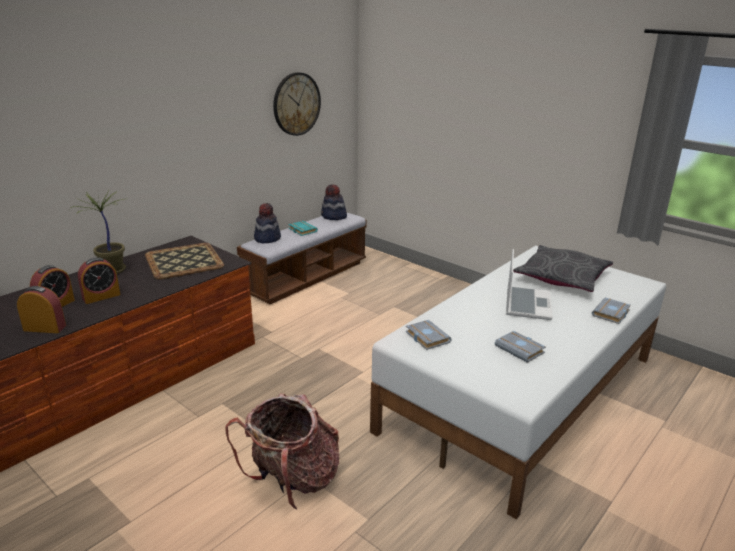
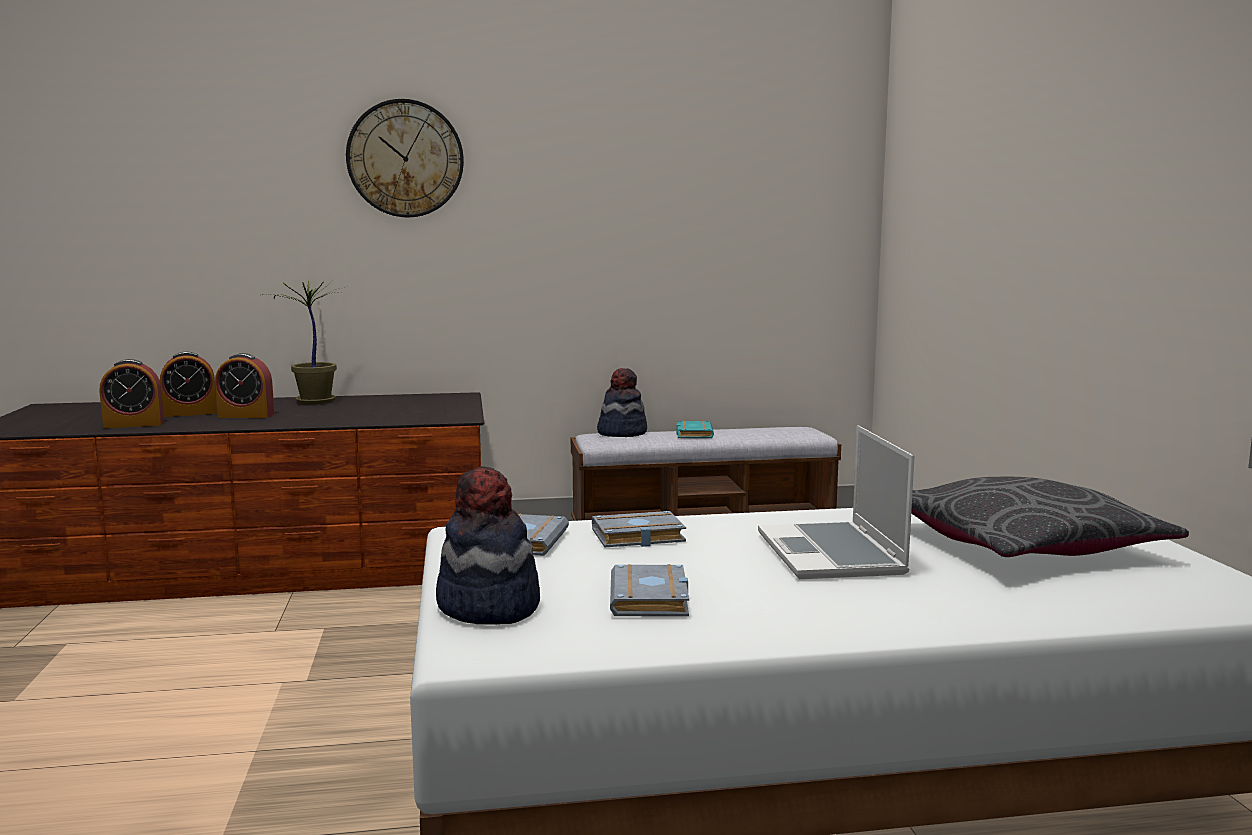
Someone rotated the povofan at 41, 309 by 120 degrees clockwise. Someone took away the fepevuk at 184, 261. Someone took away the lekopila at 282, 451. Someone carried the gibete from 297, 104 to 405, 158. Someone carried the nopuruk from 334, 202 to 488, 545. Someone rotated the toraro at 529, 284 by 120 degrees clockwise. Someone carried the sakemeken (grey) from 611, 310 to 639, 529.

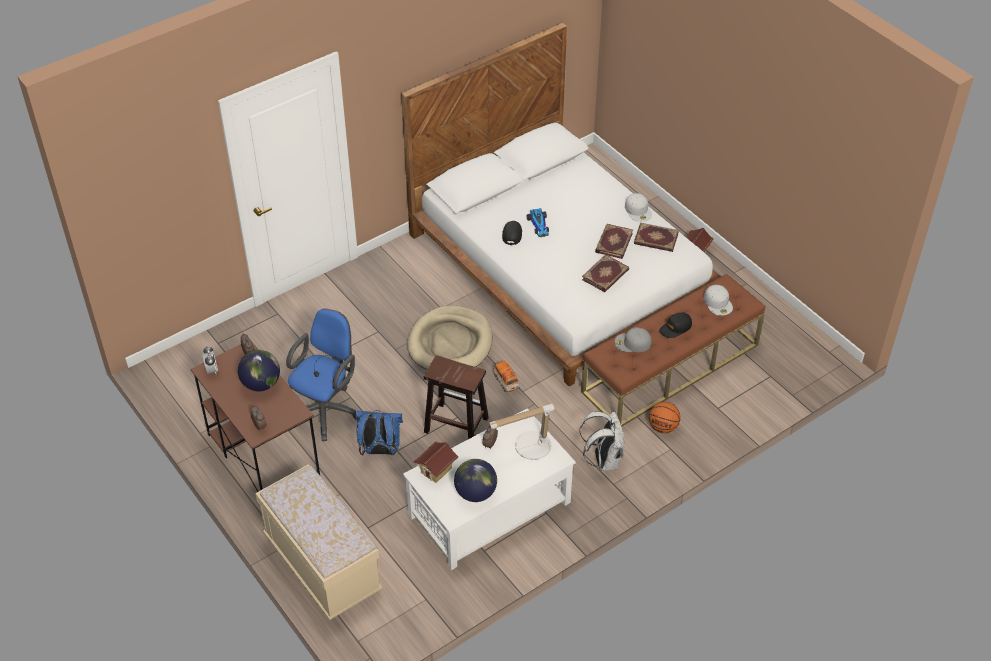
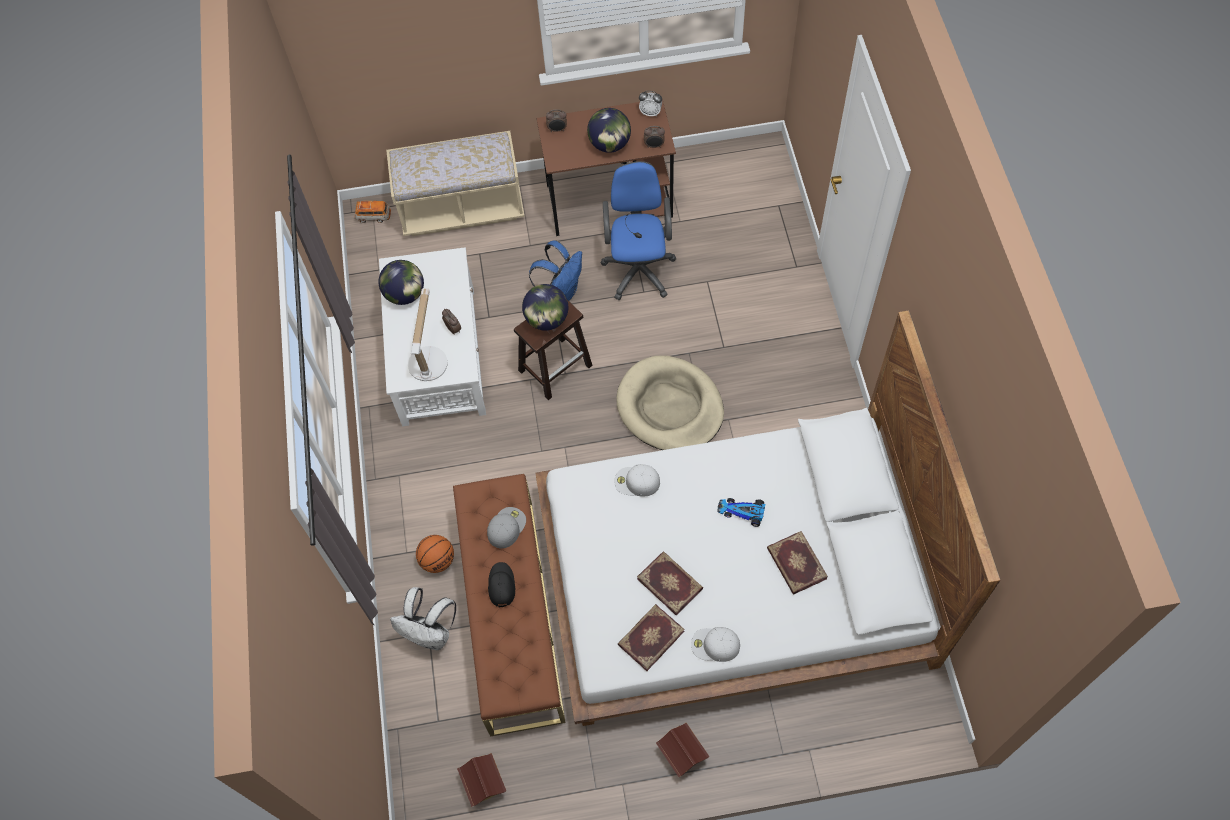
Someone rotated the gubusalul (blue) at 321, 375 by 150 degrees counterclockwise. Someone carried the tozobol from 436, 462 to 481, 780. Someone carried the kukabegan from 506, 376 to 373, 212. Someone took away the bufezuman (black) at 512, 233. Someone carried the lekopila (white) from 602, 441 to 423, 618. Someone carried the sakemeken from 605, 273 to 797, 563. Someone carried the bufezuman (white) from 718, 300 to 637, 480. Someone put down the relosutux at 545, 307.

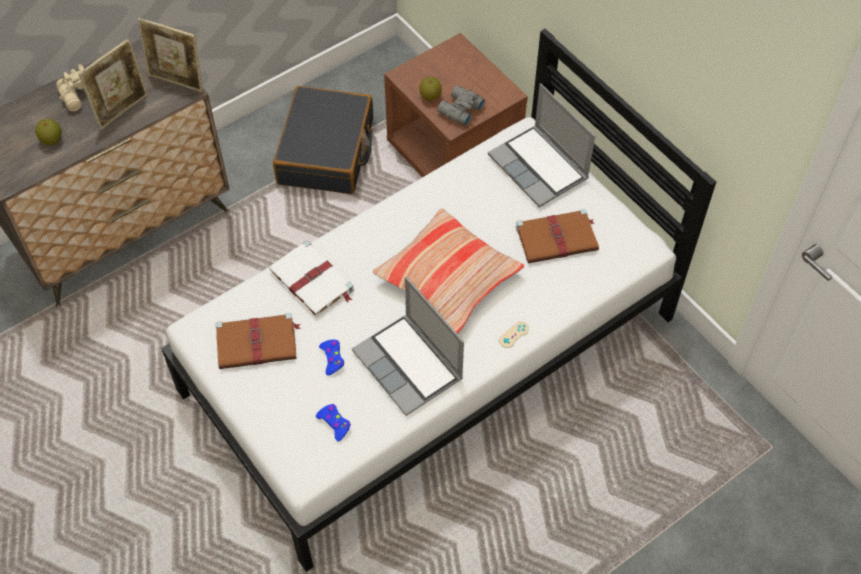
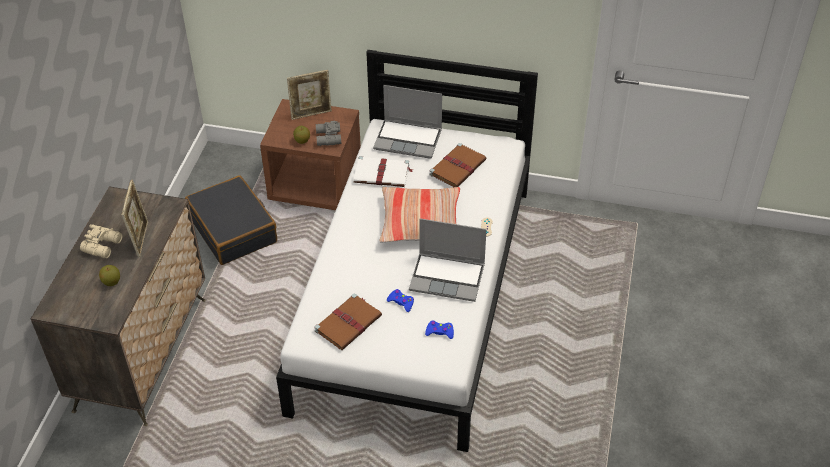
Someone carried the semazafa from 170, 55 to 309, 95. Someone carried the sakemeken (white) from 311, 278 to 383, 171.

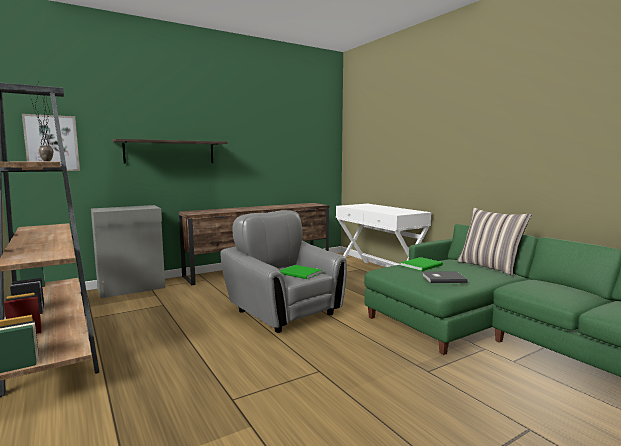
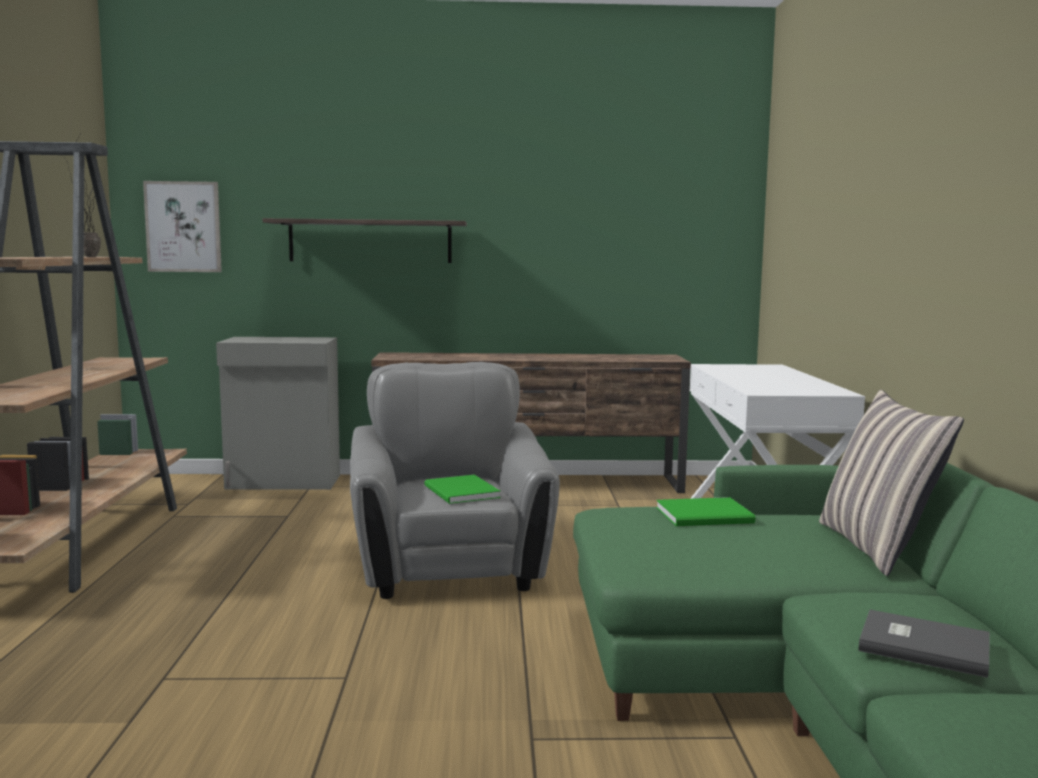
Someone carried the sakemeken (grey) from 445, 277 to 924, 644.

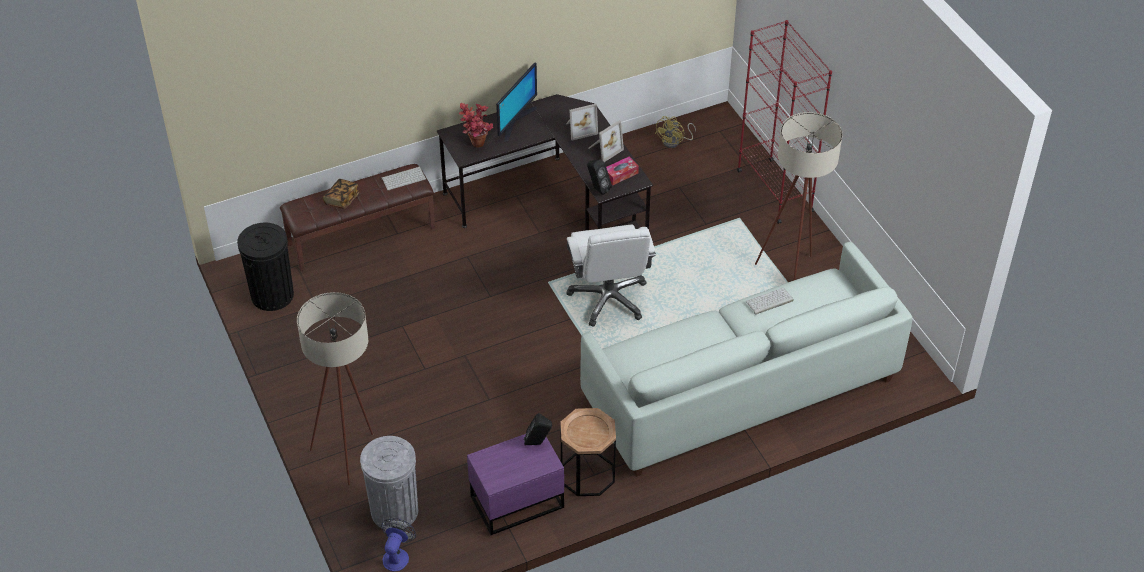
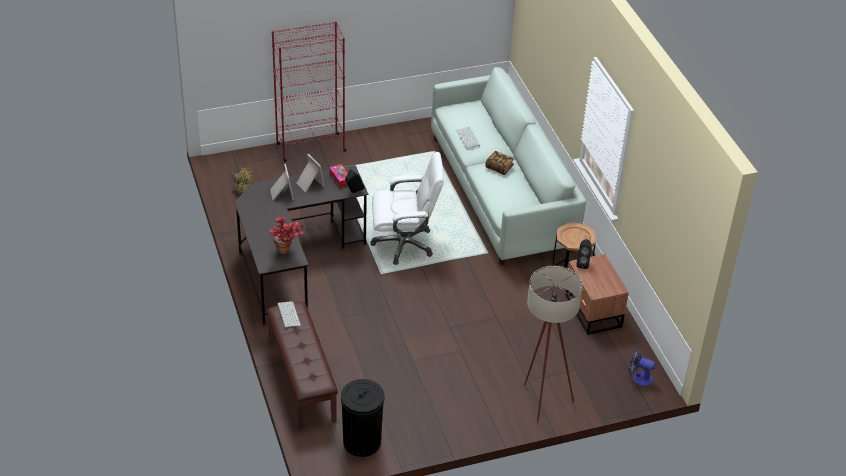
Someone carried the sakemeken from 341, 194 to 499, 163. Someone took away the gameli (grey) at 389, 482. Someone repainted the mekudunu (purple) at 515, 484, which became the mekudunu (brown) at 597, 294. Someone took away the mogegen at 516, 102. Someone took away the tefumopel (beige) at 799, 196.

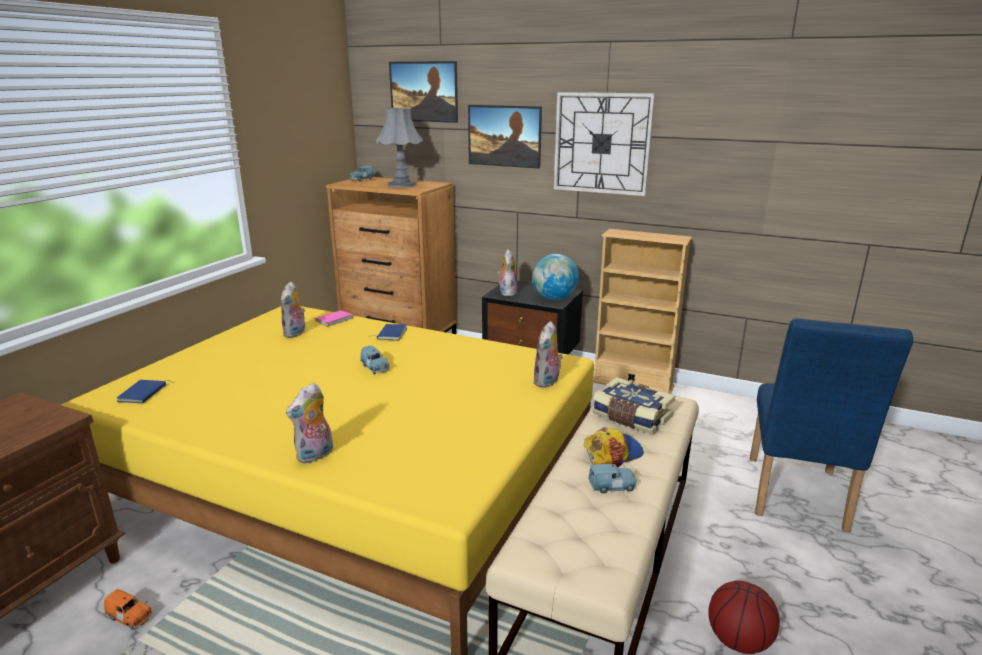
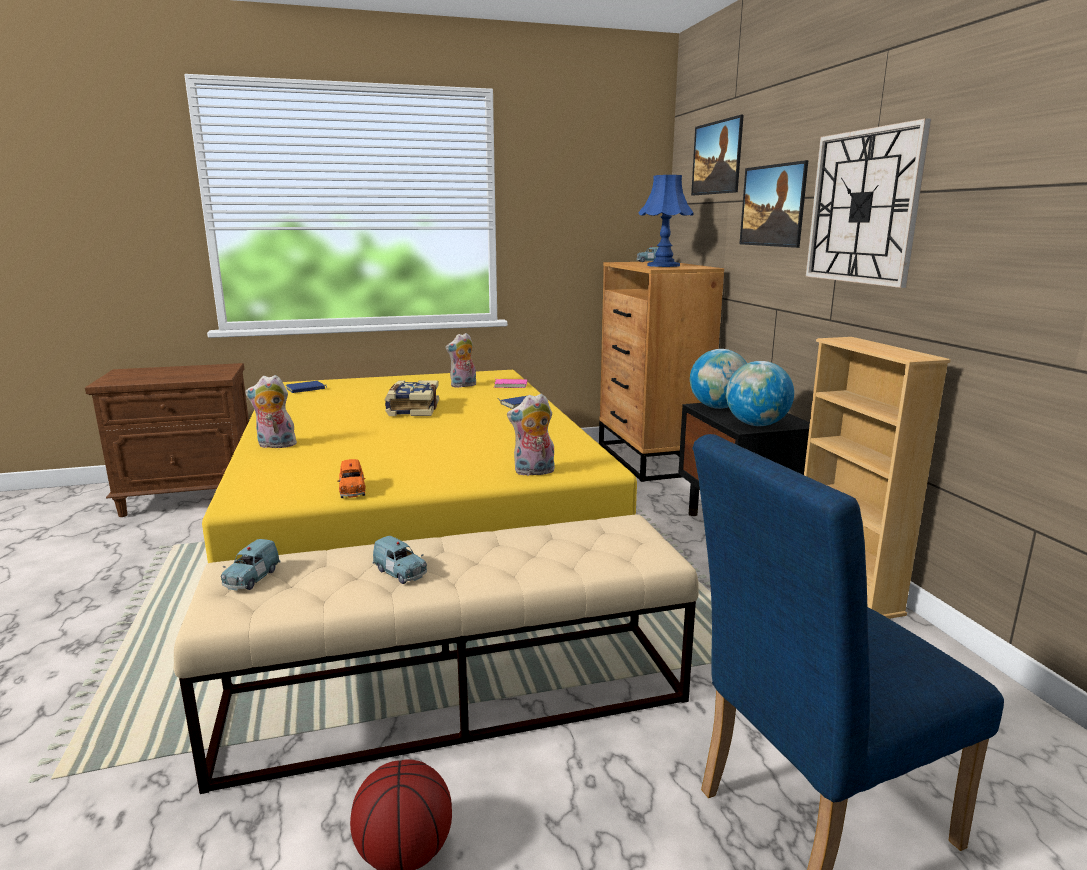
Someone carried the kukabegan (orange) from 128, 609 to 351, 478. Someone carried the kukabegan (blue) from 375, 359 to 250, 565. Someone repainted the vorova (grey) at 399, 148, which became the vorova (blue) at 665, 221. Someone swapped the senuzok at 507, 273 for the relosutux at 718, 379. Someone took away the bufezuman at 614, 447. Someone carried the sakemeken from 633, 405 to 412, 398.

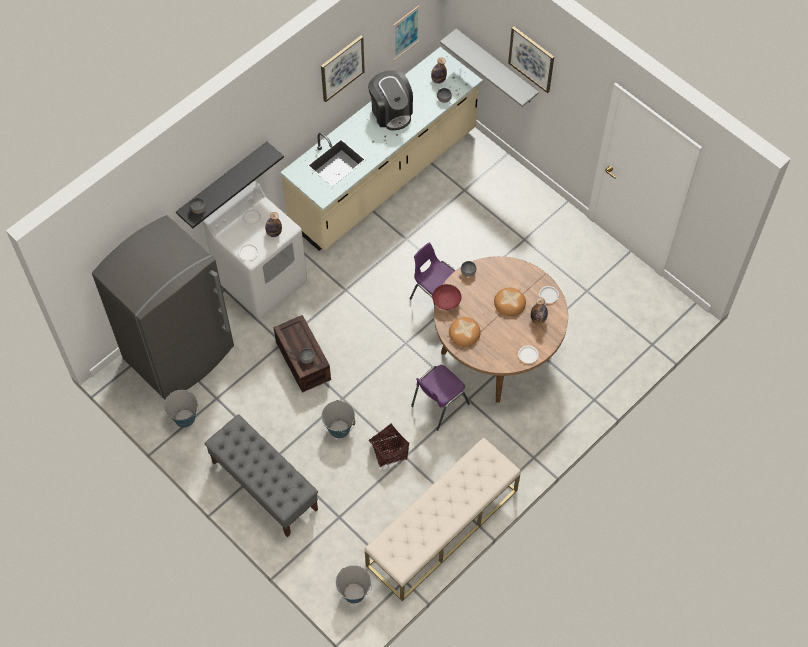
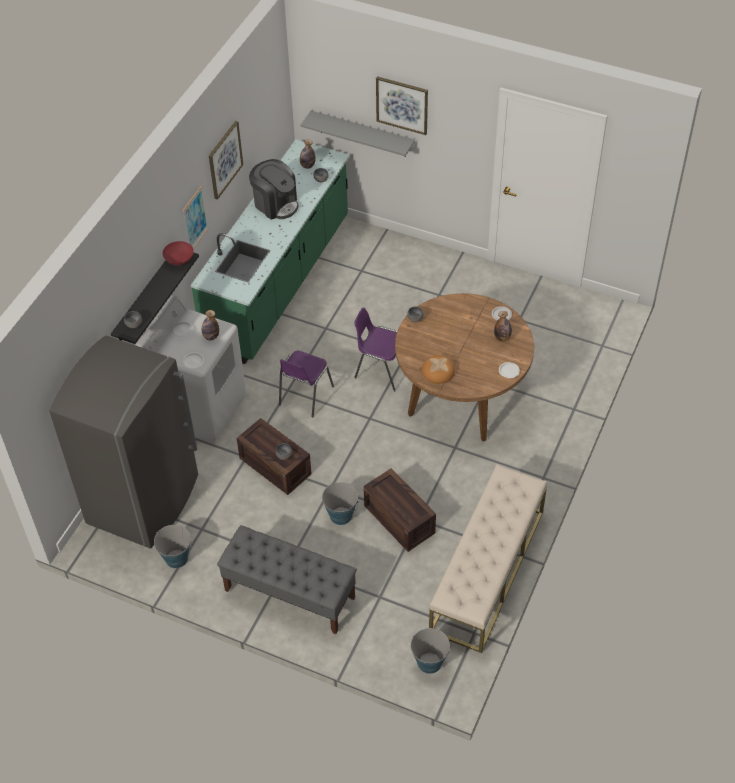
Someone repainted the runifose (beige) at 381, 149, which became the runifose (green) at 270, 251. Someone swapped the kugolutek at 389, 445 for the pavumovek at 400, 510. Someone carried the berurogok from 406, 33 to 195, 217. Someone carried the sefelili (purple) from 440, 398 to 306, 384. Someone carried the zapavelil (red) from 446, 297 to 178, 253. Someone took away the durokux at 510, 301.

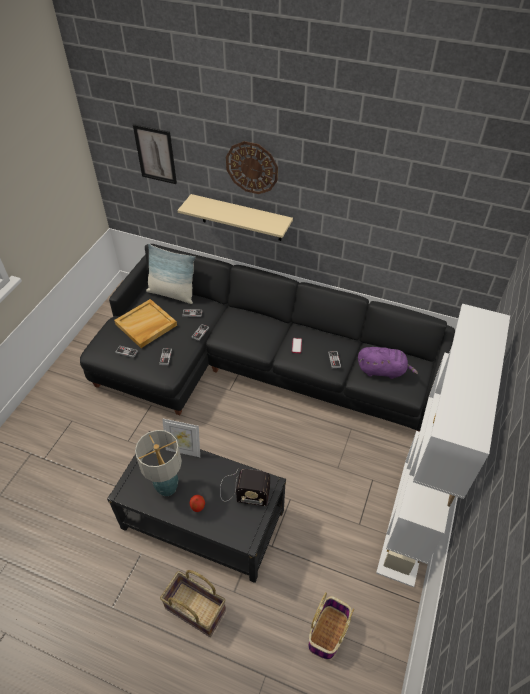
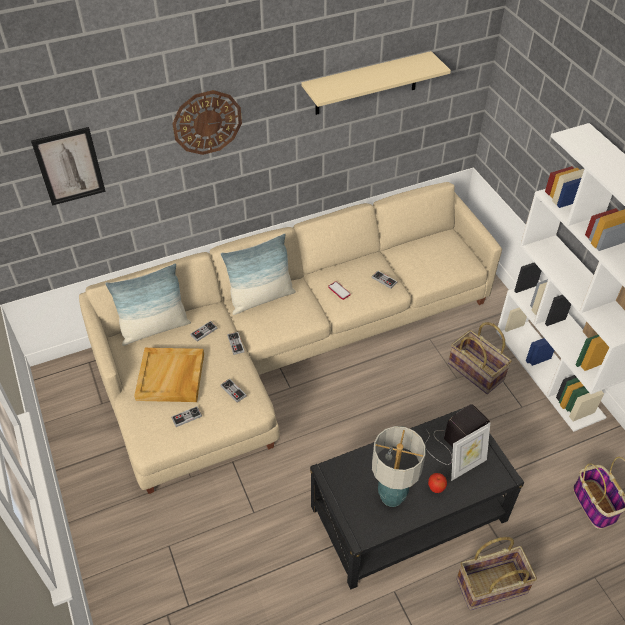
Someone repainted the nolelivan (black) at 267, 338, which became the nolelivan (beige) at 290, 338. Someone carried the semazafa from 181, 437 to 470, 452. Someone carried the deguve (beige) from 235, 217 to 376, 83. Someone took away the senuzok (purple) at 388, 363. Someone put down the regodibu at 258, 274. Someone put down the kugolutek at 480, 358.

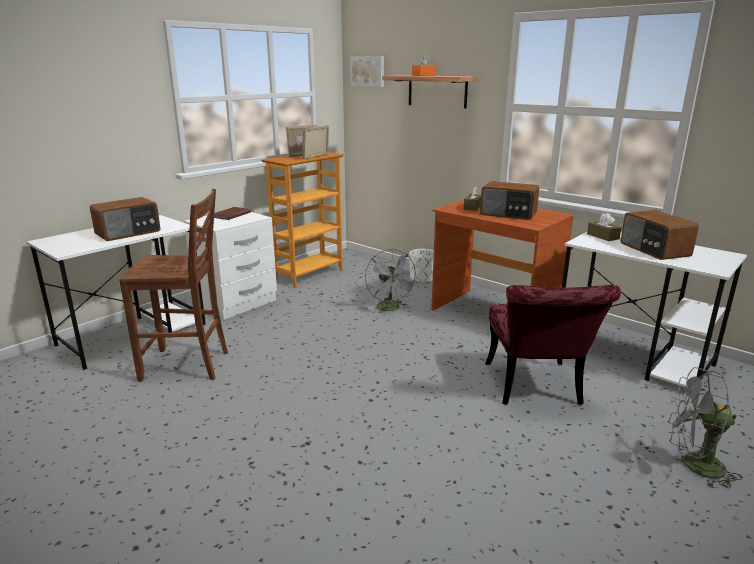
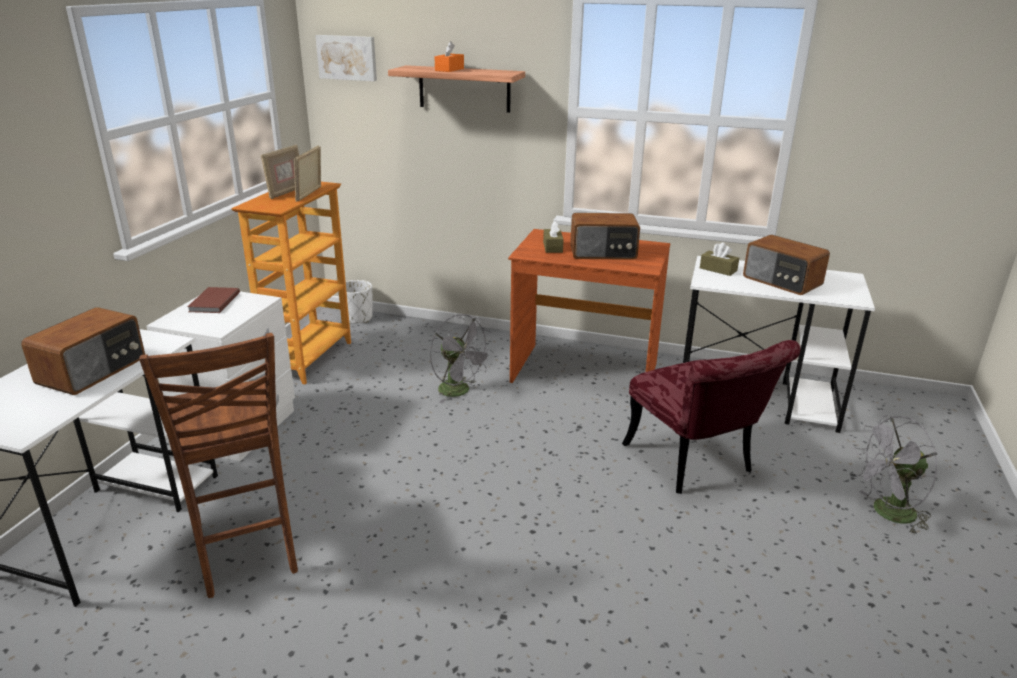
Someone rotated the sefelili (brown) at 173, 285 by 90 degrees clockwise. Someone carried the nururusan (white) from 421, 266 to 355, 302.

